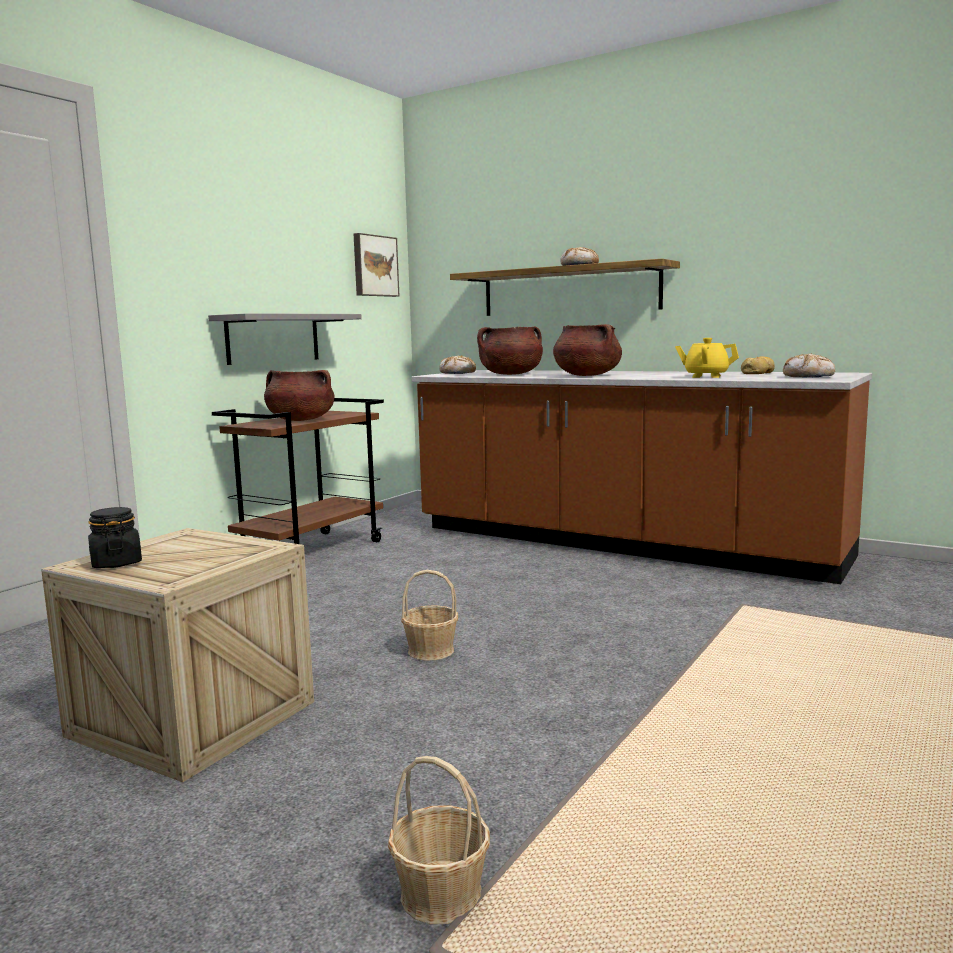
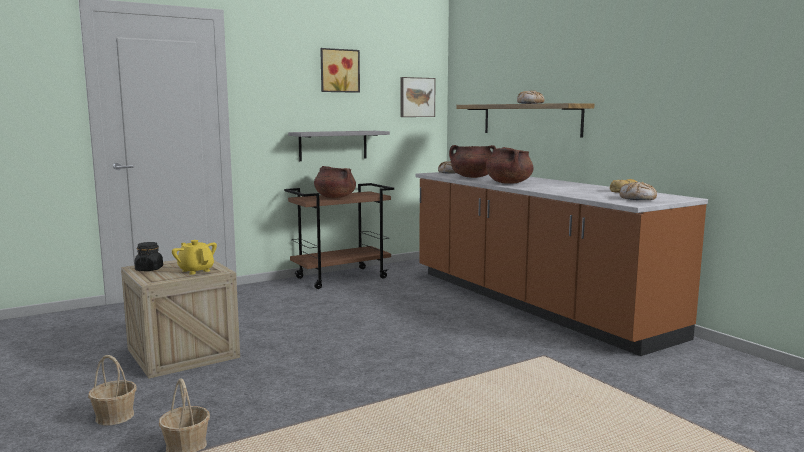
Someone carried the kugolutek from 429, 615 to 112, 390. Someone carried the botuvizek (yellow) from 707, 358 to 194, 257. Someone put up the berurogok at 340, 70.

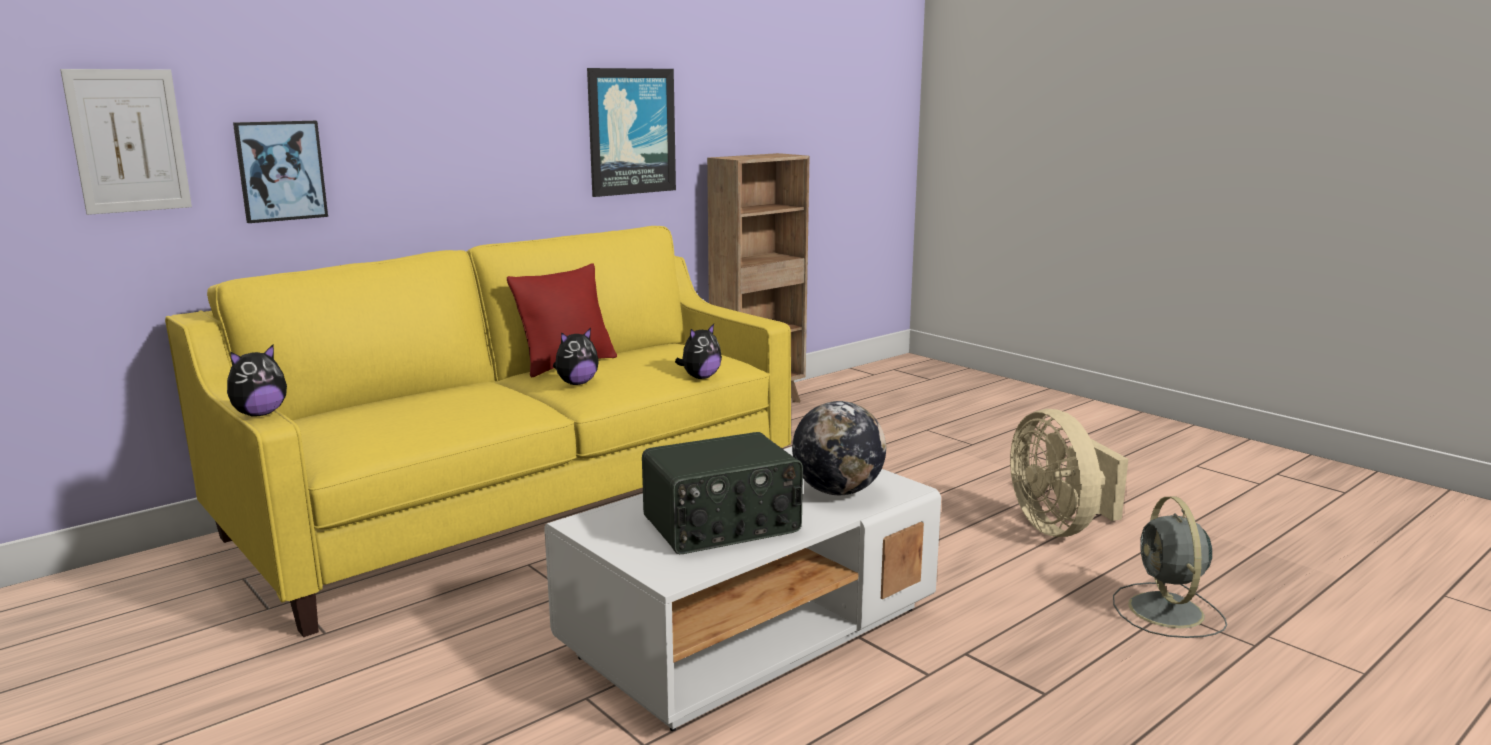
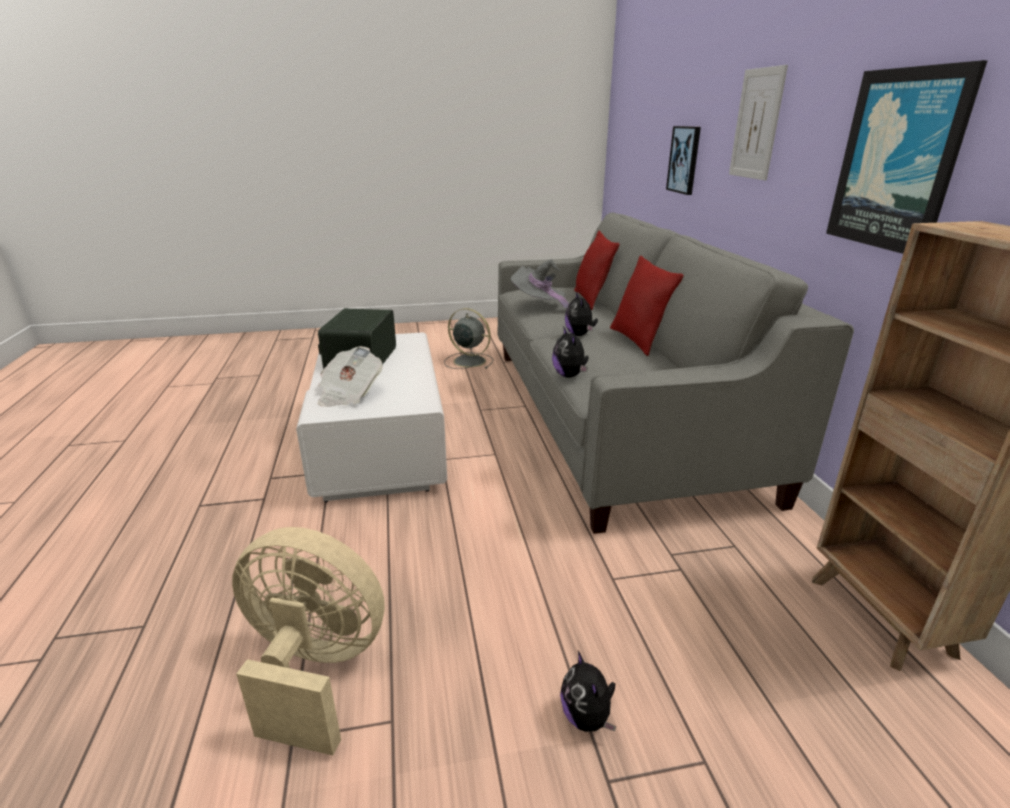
Someone carried the berurogok from 126, 142 to 758, 122. Someone repainted the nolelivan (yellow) at 478, 431, which became the nolelivan (grey) at 676, 373. Someone carried the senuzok from 257, 381 to 588, 691. Someone swapped the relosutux at 839, 448 for the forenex at 350, 376. Someone carried the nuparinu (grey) from 1170, 567 to 469, 338. Someone put down the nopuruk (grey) at 540, 284. Someone put down the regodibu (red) at 597, 270.

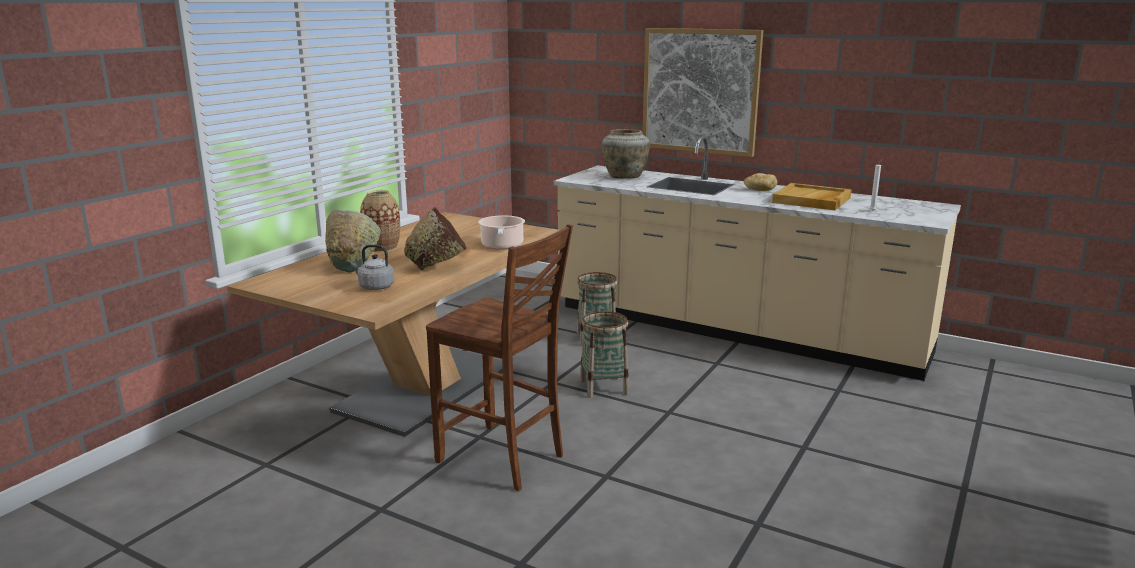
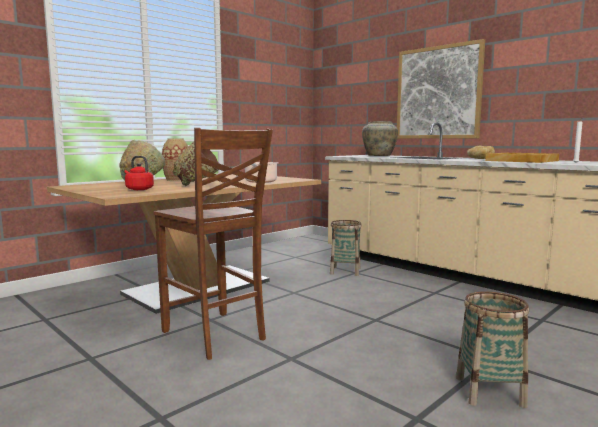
Someone repainted the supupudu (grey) at 372, 267, which became the supupudu (red) at 139, 173. Someone carried the kugolutek from 604, 354 to 492, 349.

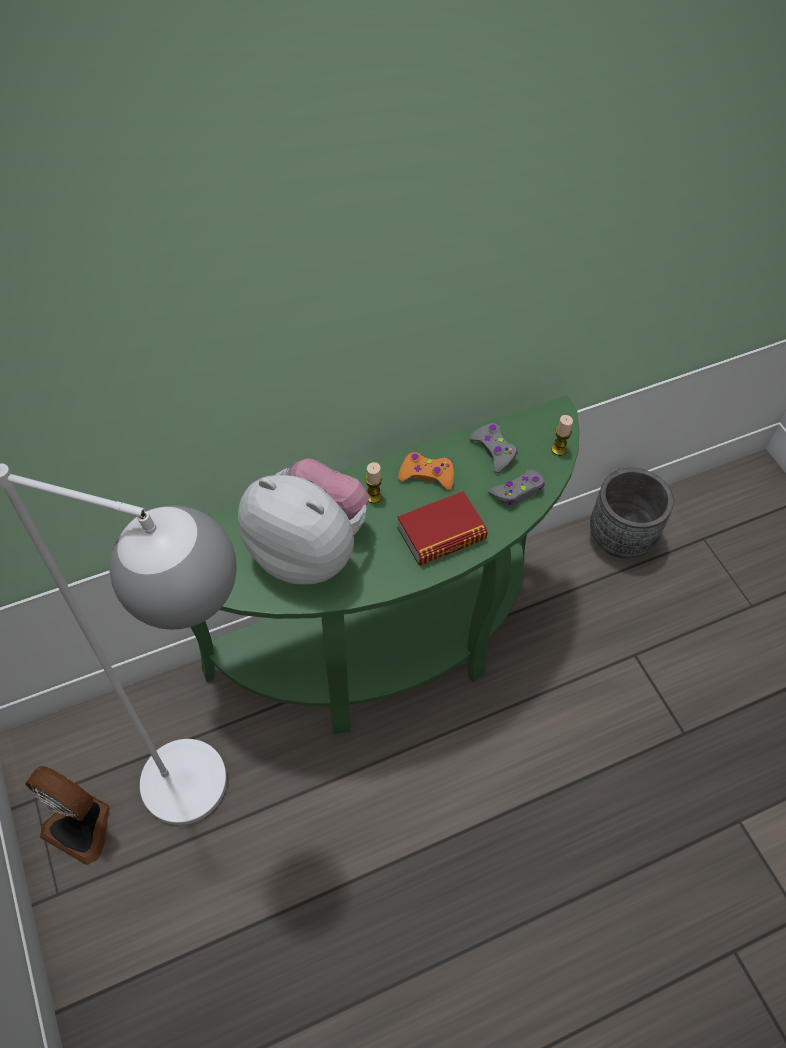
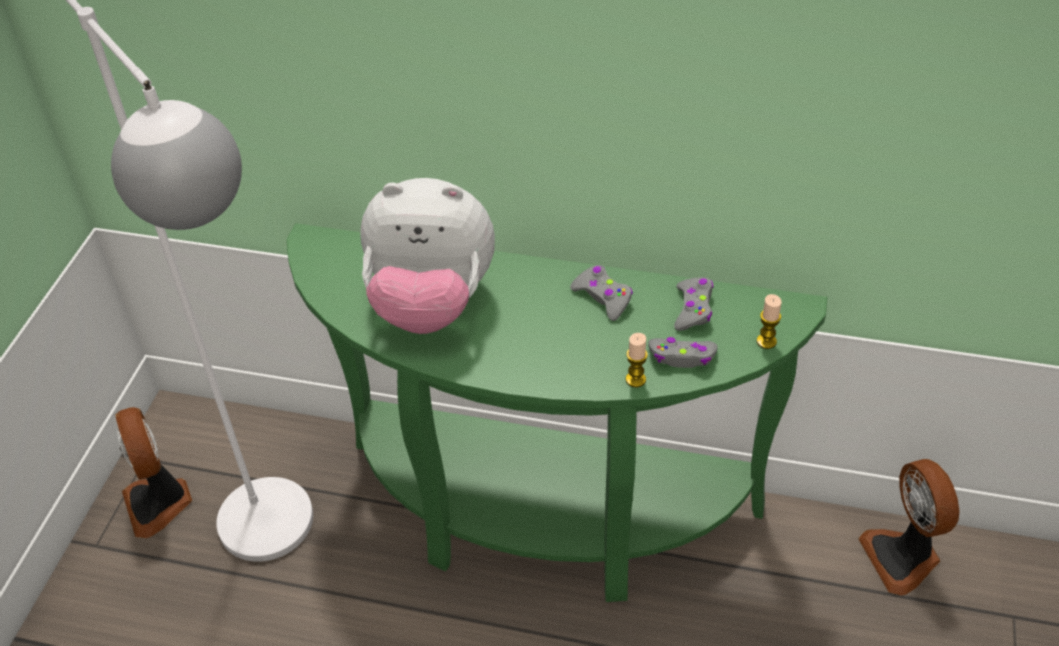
Someone rotated the senuzok at 303, 522 by 120 degrees clockwise. Someone carried the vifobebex from 373, 482 to 637, 360. Someone took away the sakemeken at 442, 528. Someone repainted the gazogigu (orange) at 426, 471, which became the gazogigu (grey) at 601, 293. Someone swapped the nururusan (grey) at 632, 513 for the nuparinu at 909, 527.

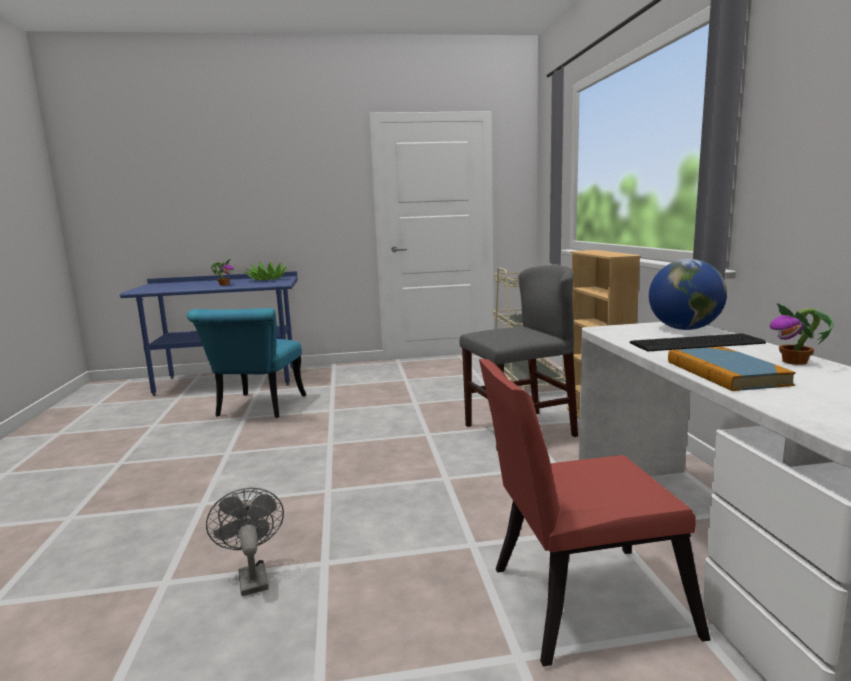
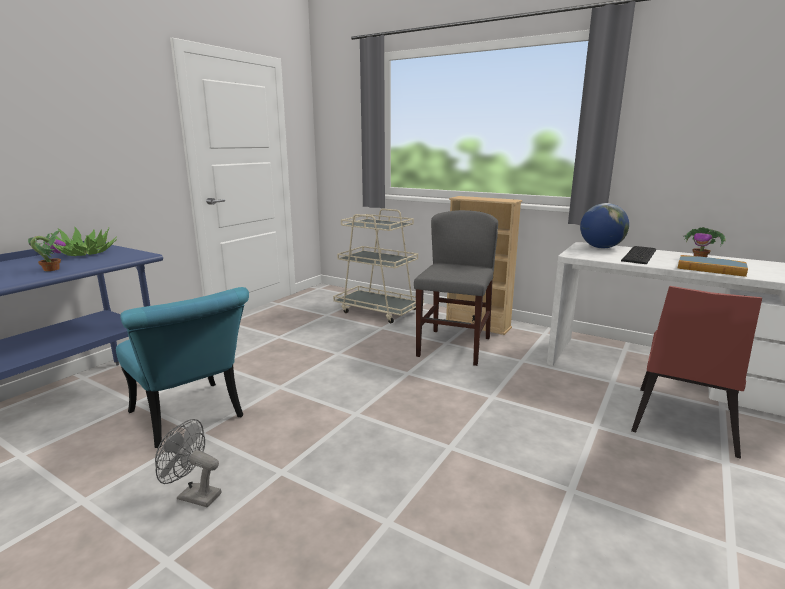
Someone carried the nuparinu (grey) from 245, 542 to 188, 463.

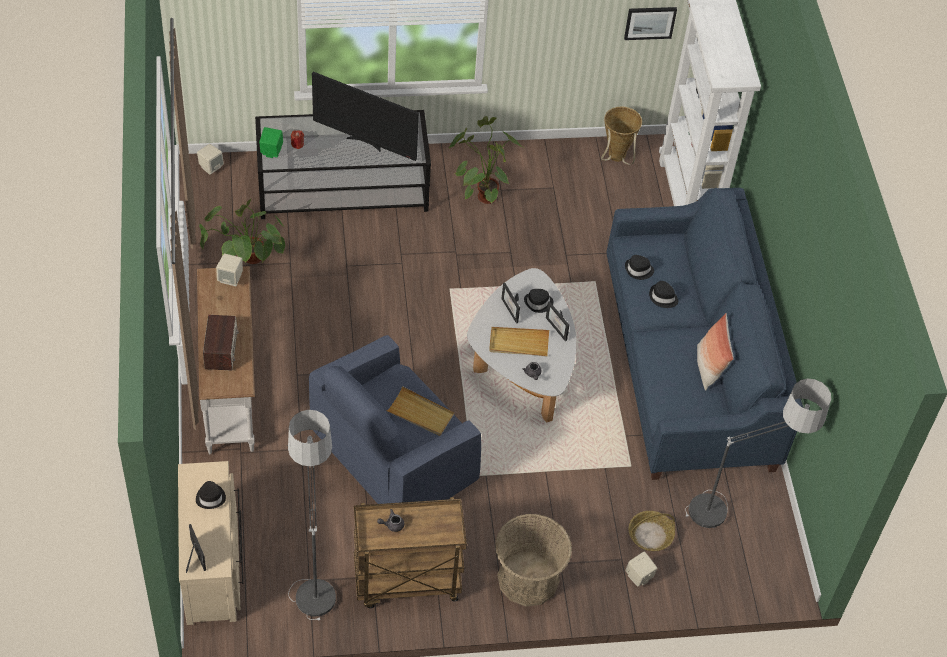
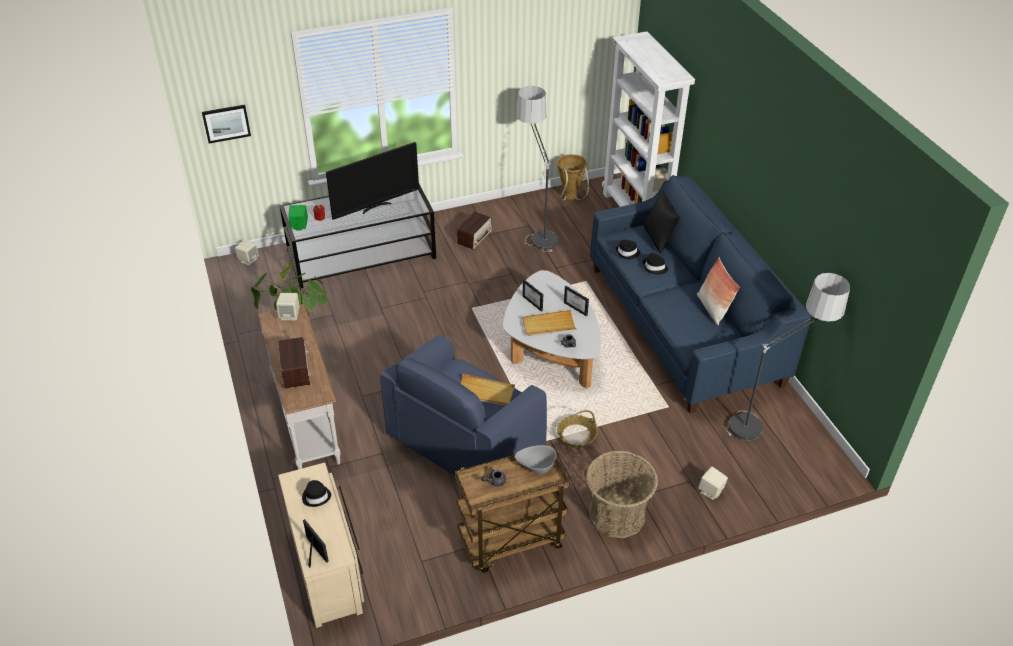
Someone carried the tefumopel from 311, 515 to 537, 169. Someone rotated the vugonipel at 365, 116 by 45 degrees counterclockwise. Someone swapped the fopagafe at 486, 160 for the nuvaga at 474, 231. Someone took away the nopuruk (black) at 538, 301. Someone carried the berurogok from 650, 23 to 226, 124. Someone carried the kugolutek from 652, 531 to 577, 429. Someone put down the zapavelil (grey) at 535, 459. Someone put down the regodibu (black) at 662, 222.

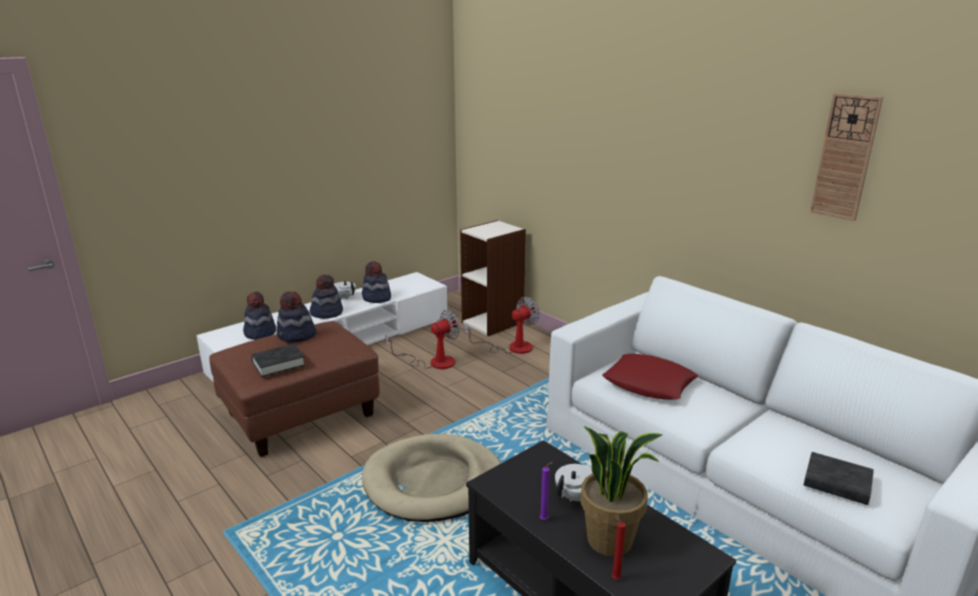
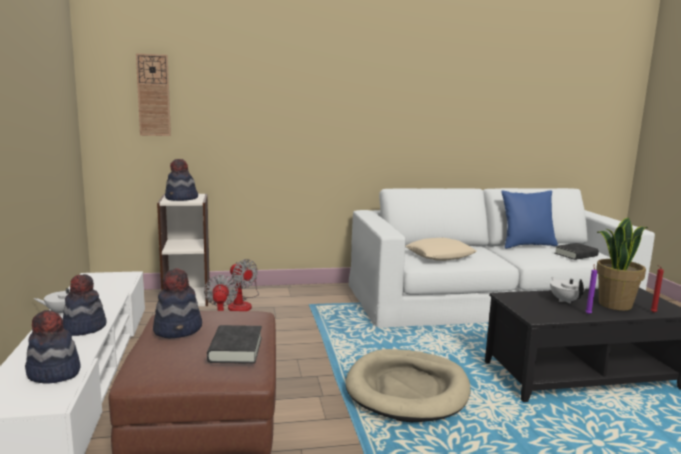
Someone carried the nopuruk from 376, 282 to 181, 180. Someone rotated the nuparinu at 502, 325 by 150 degrees clockwise. Someone repainted the regodibu (red) at 650, 377, which became the regodibu (beige) at 441, 249. Someone carried the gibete from 846, 157 to 153, 94. Someone put down the regodibu (blue) at 529, 219.

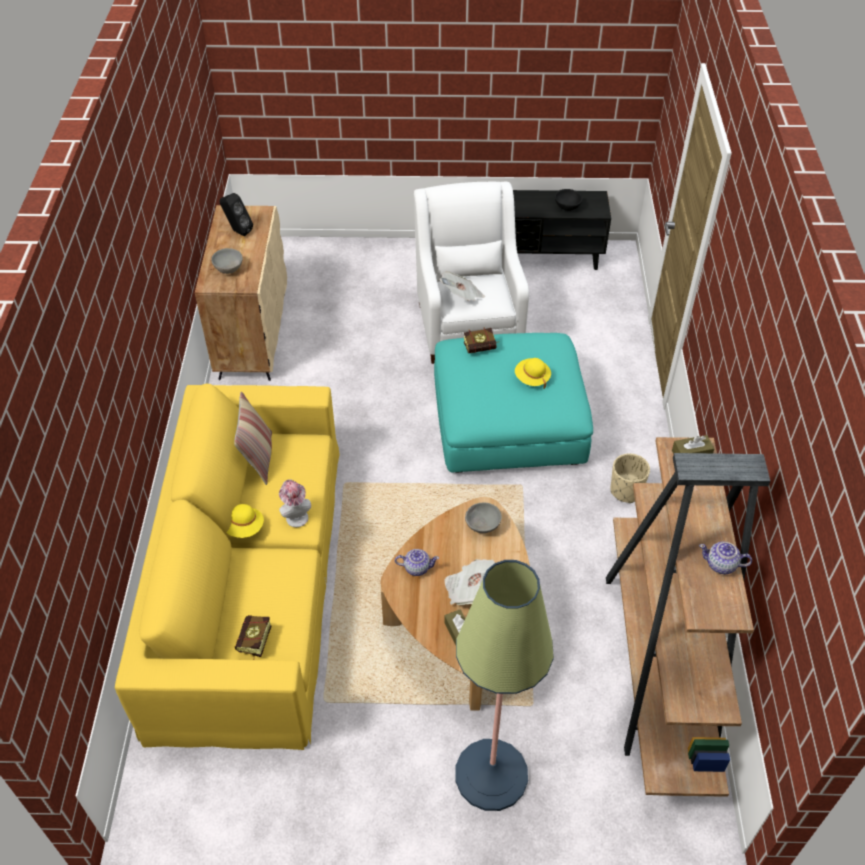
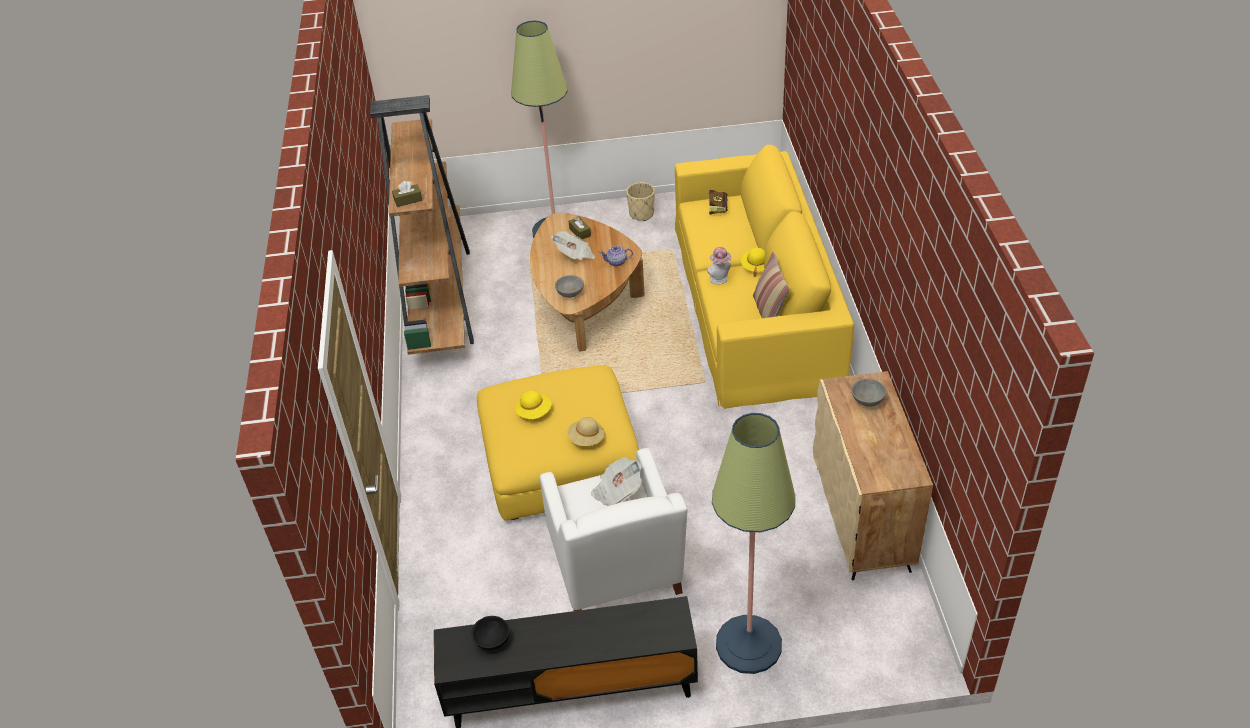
Someone took away the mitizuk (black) at 236, 214. Someone repainted the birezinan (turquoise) at 513, 403, which became the birezinan (yellow) at 558, 442. Someone swapped the sakemeken at 480, 340 for the nopuruk (beige) at 586, 431. Someone carried the nururusan (beige) from 630, 478 to 640, 201. Someone took away the botuvizek at 725, 557. Someone put down the tefumopel at 753, 543.

